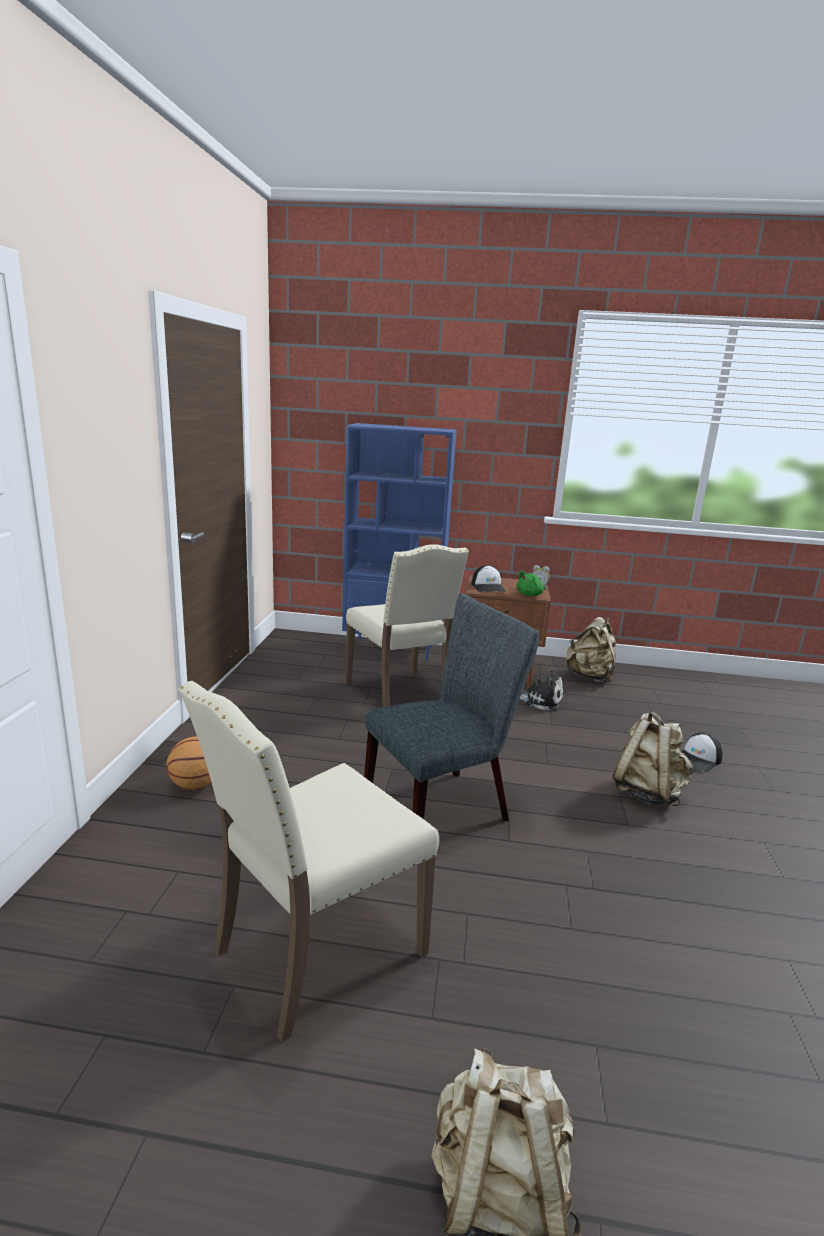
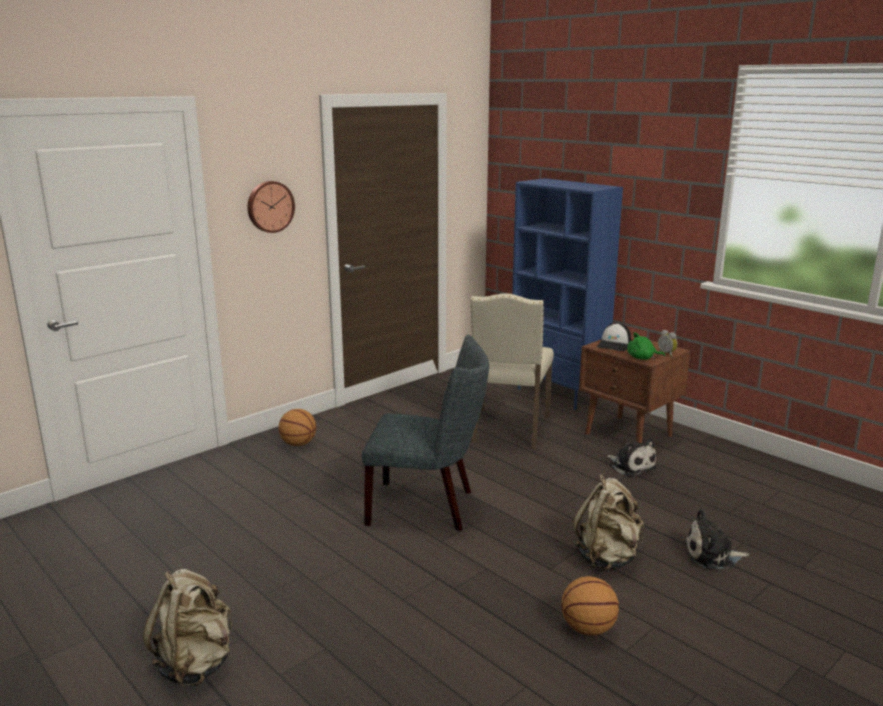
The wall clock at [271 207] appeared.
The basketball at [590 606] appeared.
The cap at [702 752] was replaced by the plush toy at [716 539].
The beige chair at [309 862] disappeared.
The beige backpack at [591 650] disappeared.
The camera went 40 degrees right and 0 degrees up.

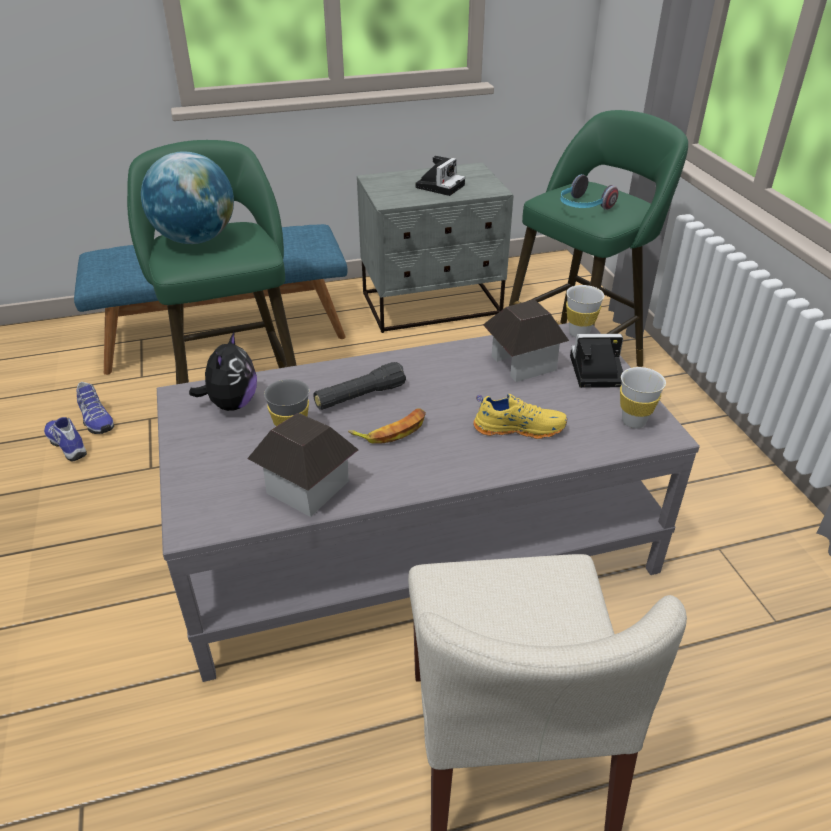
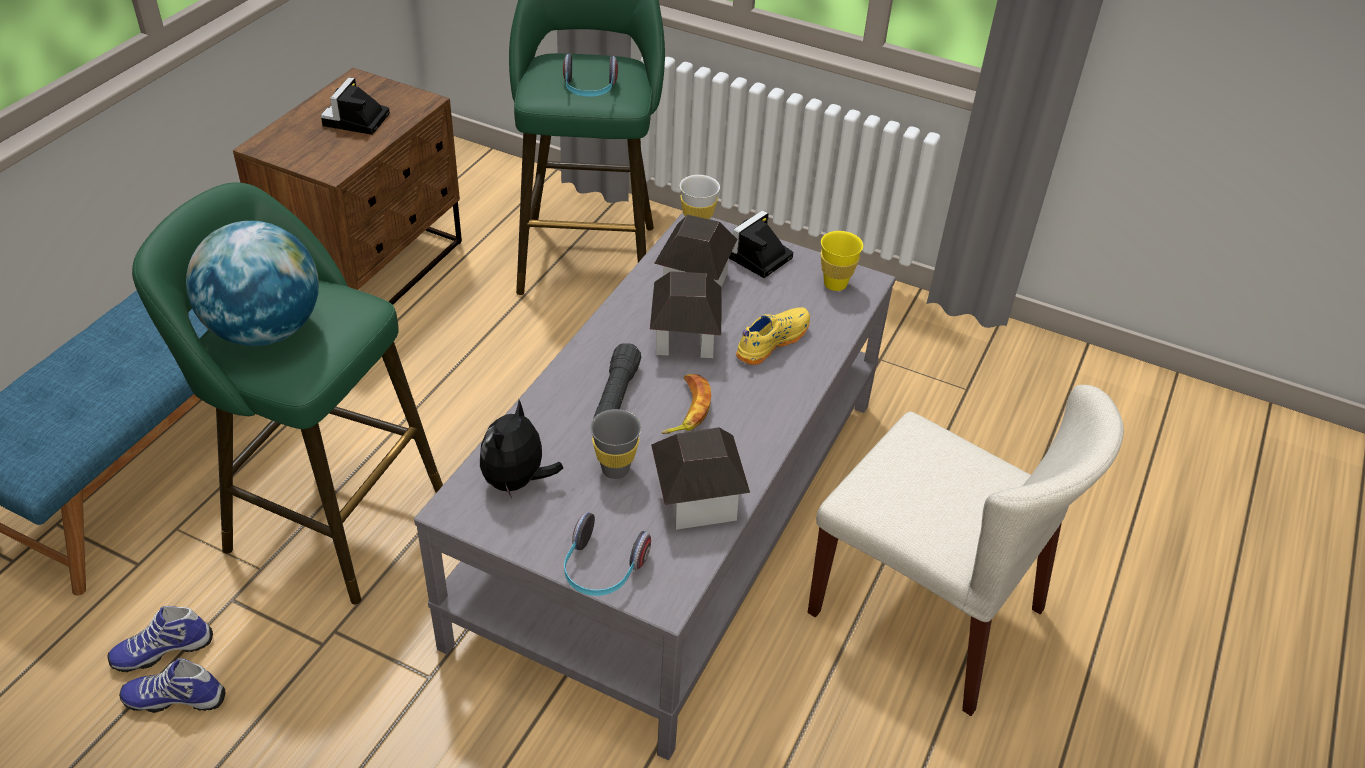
The shoe at [95 408] turned 150 degrees clockwise.
The grey nightstand at [435 247] became the brown nightstand at [347 186].
The photo camera at [440 176] turned 150 degrees counterclockwise.
The plush toy at [223 371] turned 120 degrees counterclockwise.
The headphones at [607 554] appeared.
The toy house at [686 314] appeared.
The white cup at [643 397] became the yellow cup at [842 261].
The camera went 50 degrees left and 5 degrees up.

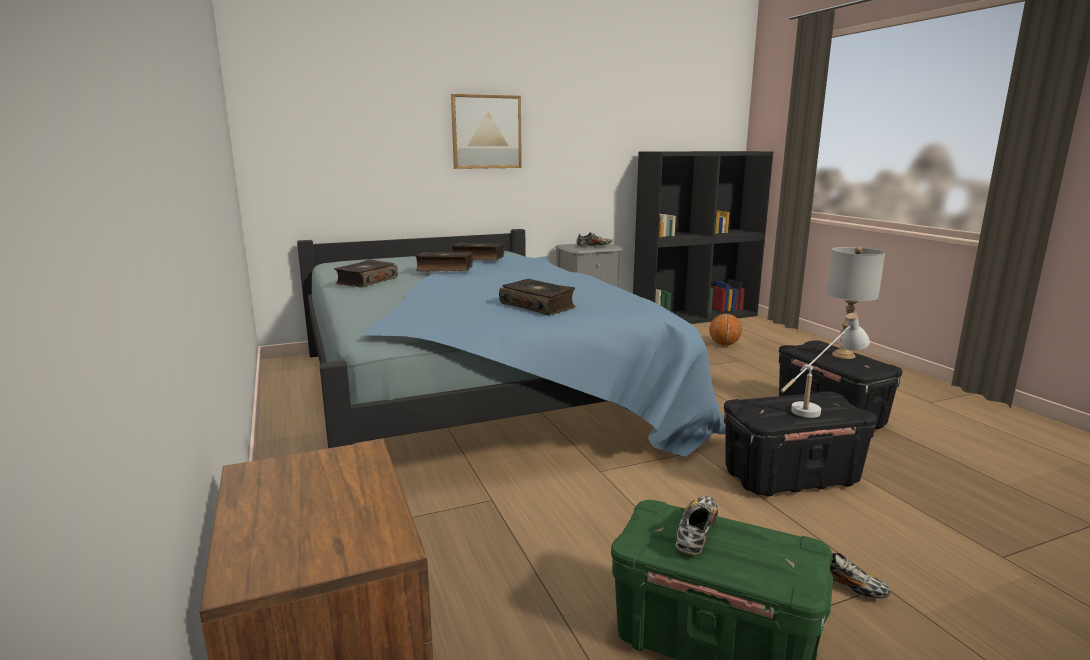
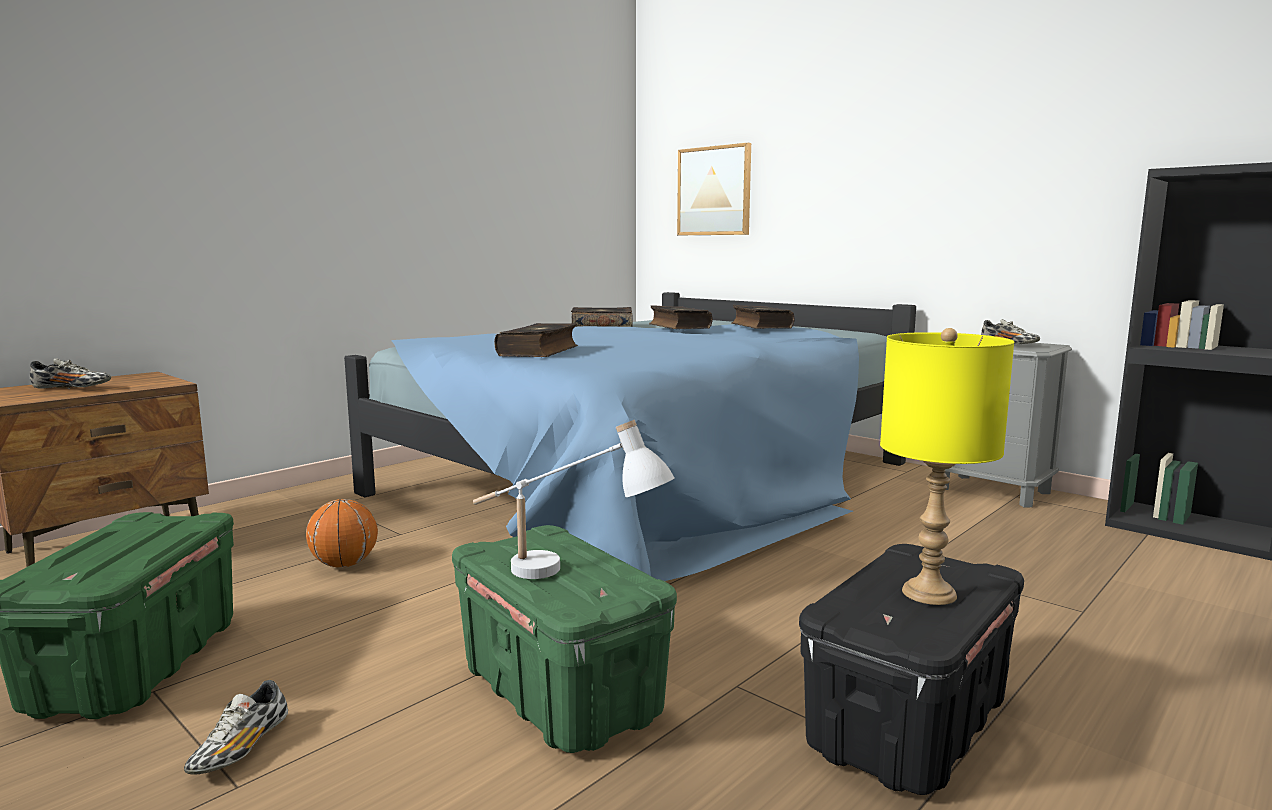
The shoe moved from [697 526] to [70 373].
The basketball moved from [725 330] to [342 533].
The black storage box at [800 443] became the green storage box at [564 639].
The picture moved from [486 131] to [714 189].
The grey table lamp at [855 302] became the yellow table lamp at [947 466].
The camera went 65 degrees right and 5 degrees down.

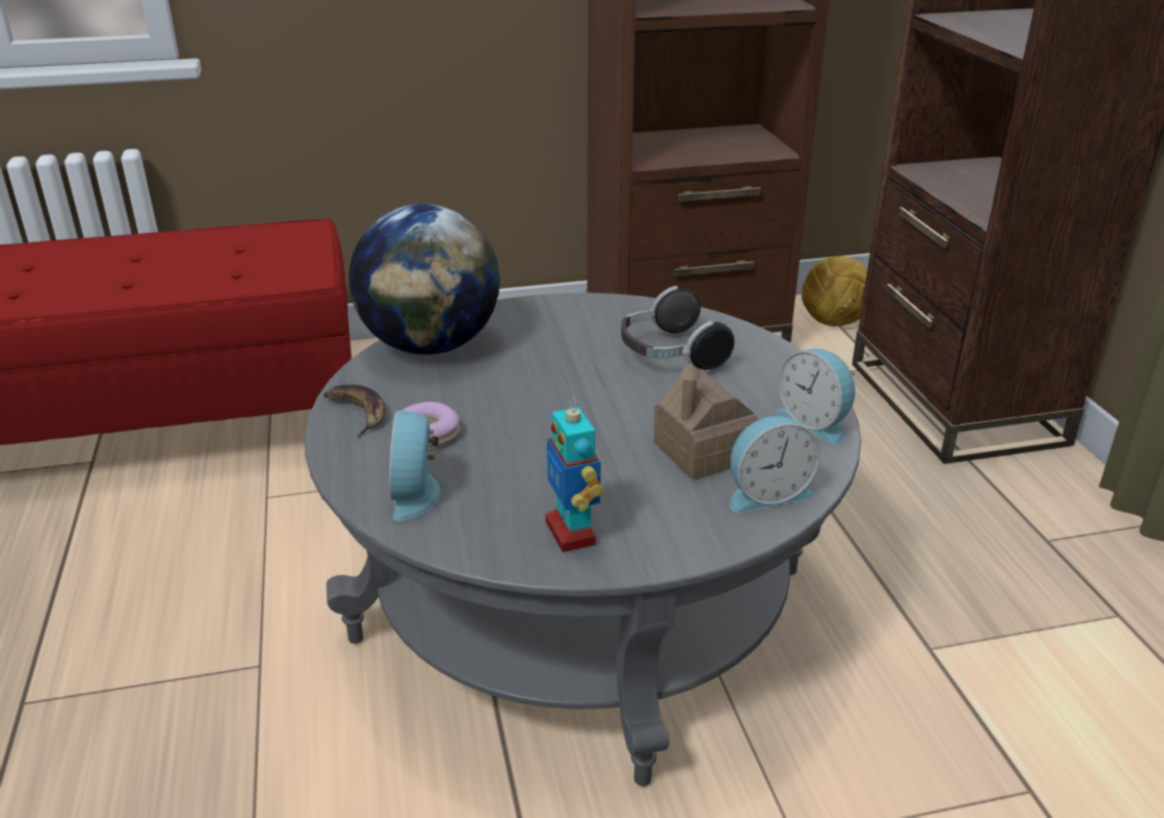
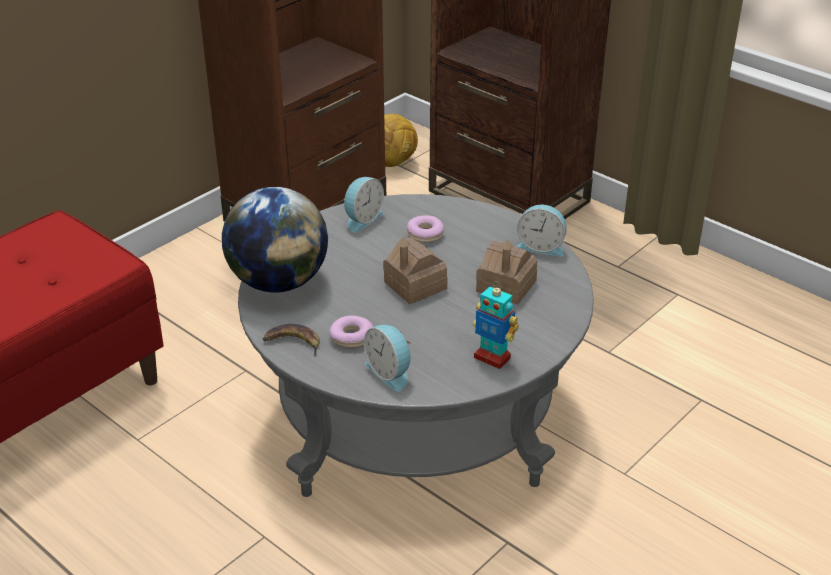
The alarm clock moved from [775 464] to [364 204].
The toy house at [415 270] appeared.
The headphones at [677 329] was replaced by the donut at [425 229].
The camera went 35 degrees left and 5 degrees up.

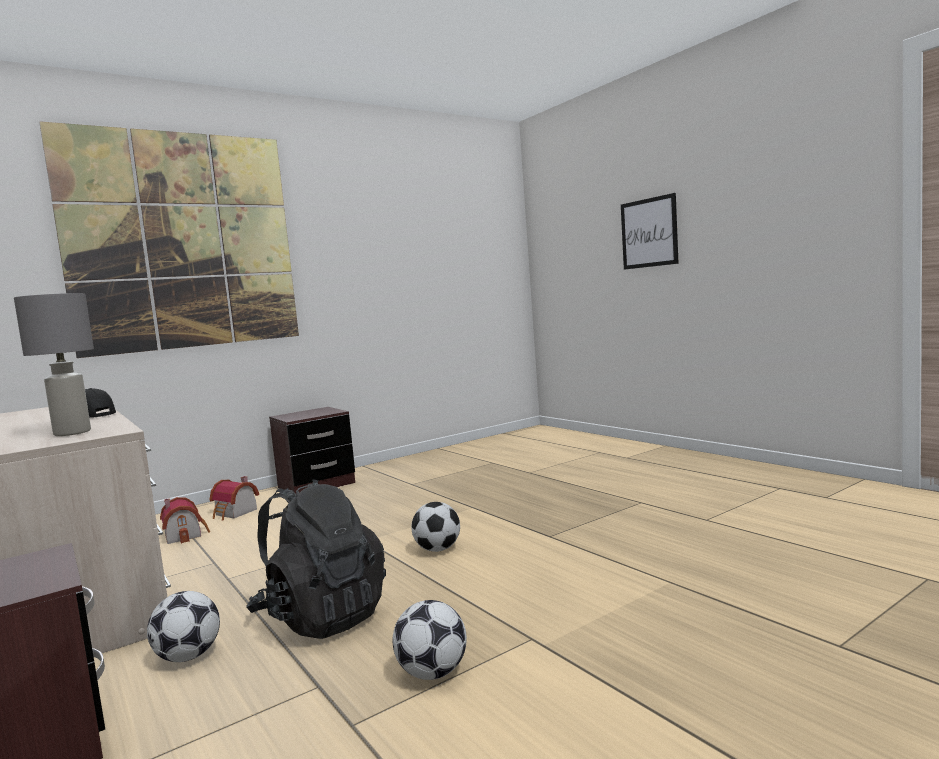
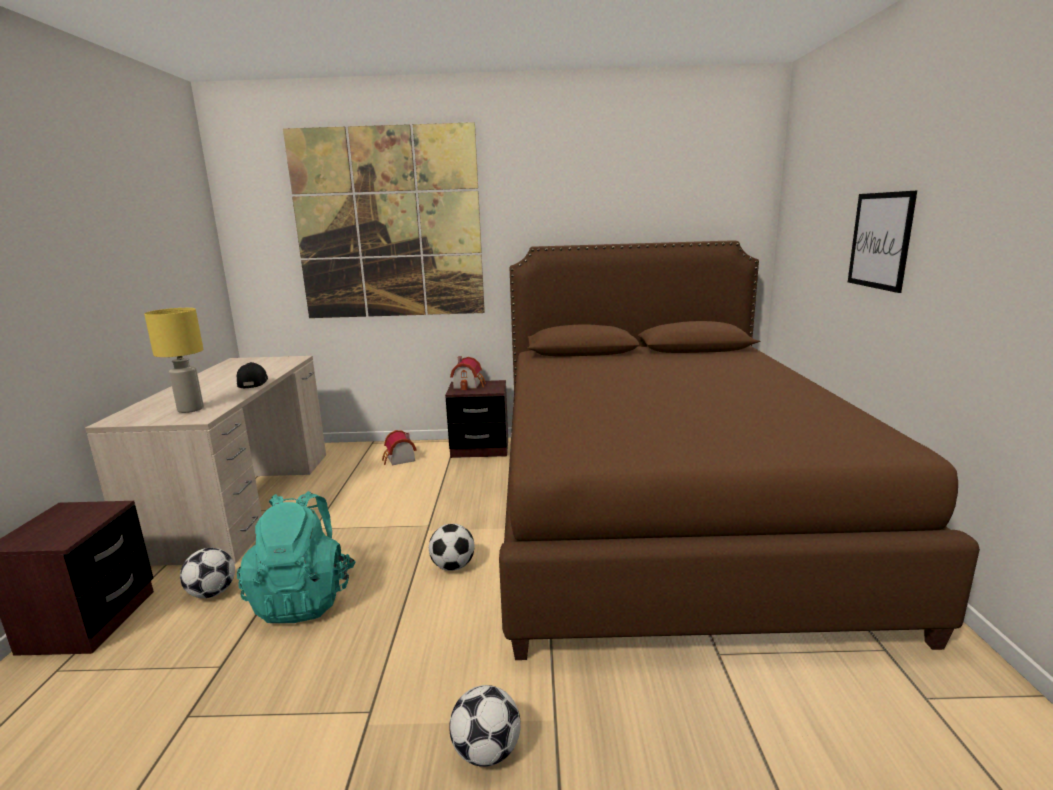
The grey table lamp at [54 364] became the yellow table lamp at [174 360].
The black backpack at [316 559] became the turquoise backpack at [296 557].
The football moved from [430 640] to [485 726].
The toy house moved from [185 520] to [468 373].
The brown bed at [739 450] appeared.
The camera went 35 degrees right and 10 degrees up.

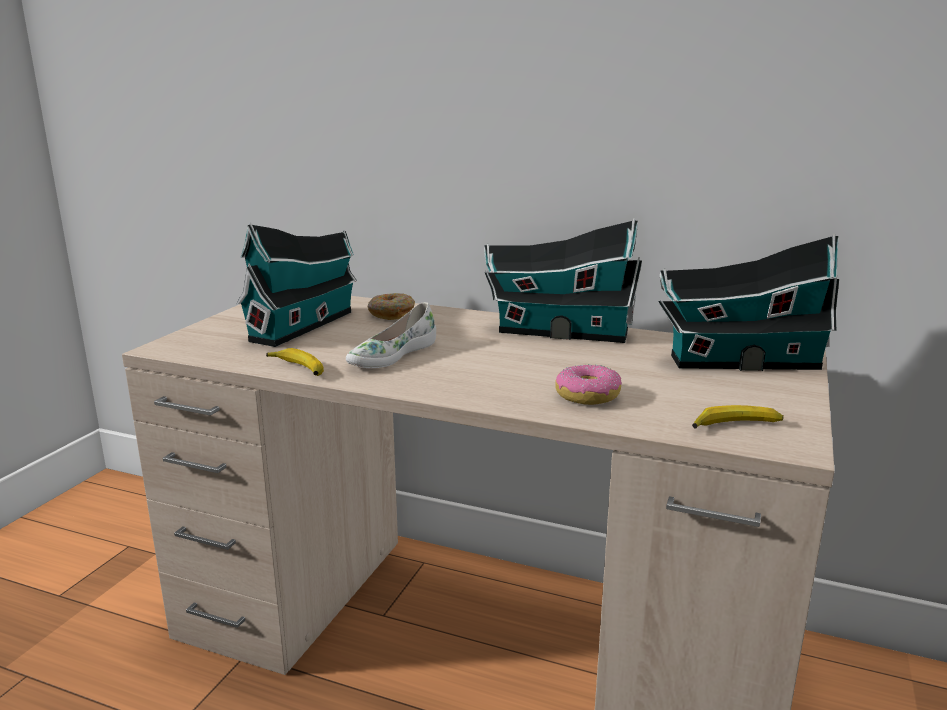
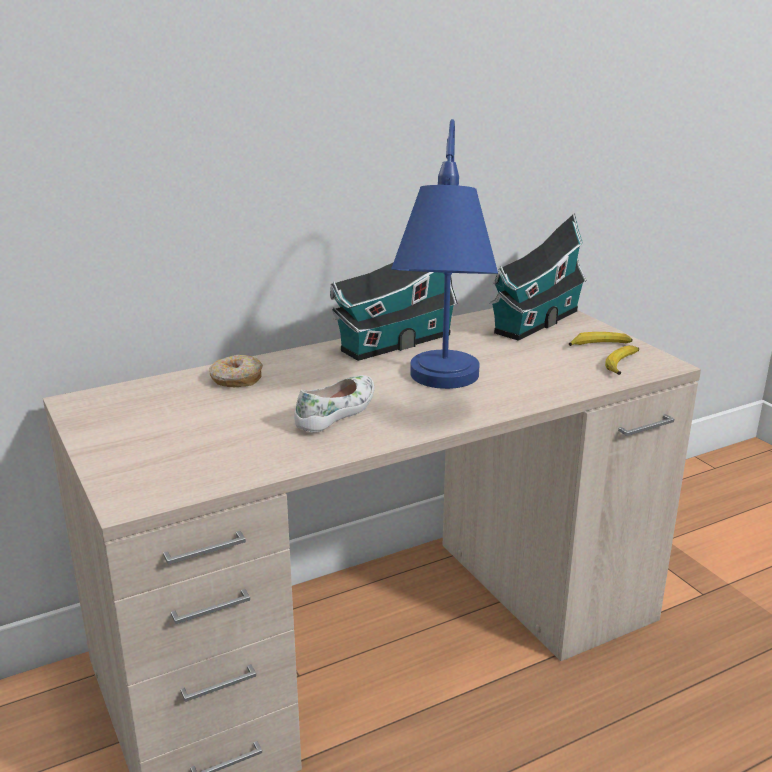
The white shoe at [391 335] turned 135 degrees counterclockwise.
The blue table lamp at [444 254] appeared.
The banana moved from [295 362] to [601 339].
The toy house at [297 285] disappeared.
The donut at [588 385] disappeared.
The camera went 50 degrees left and 5 degrees up.

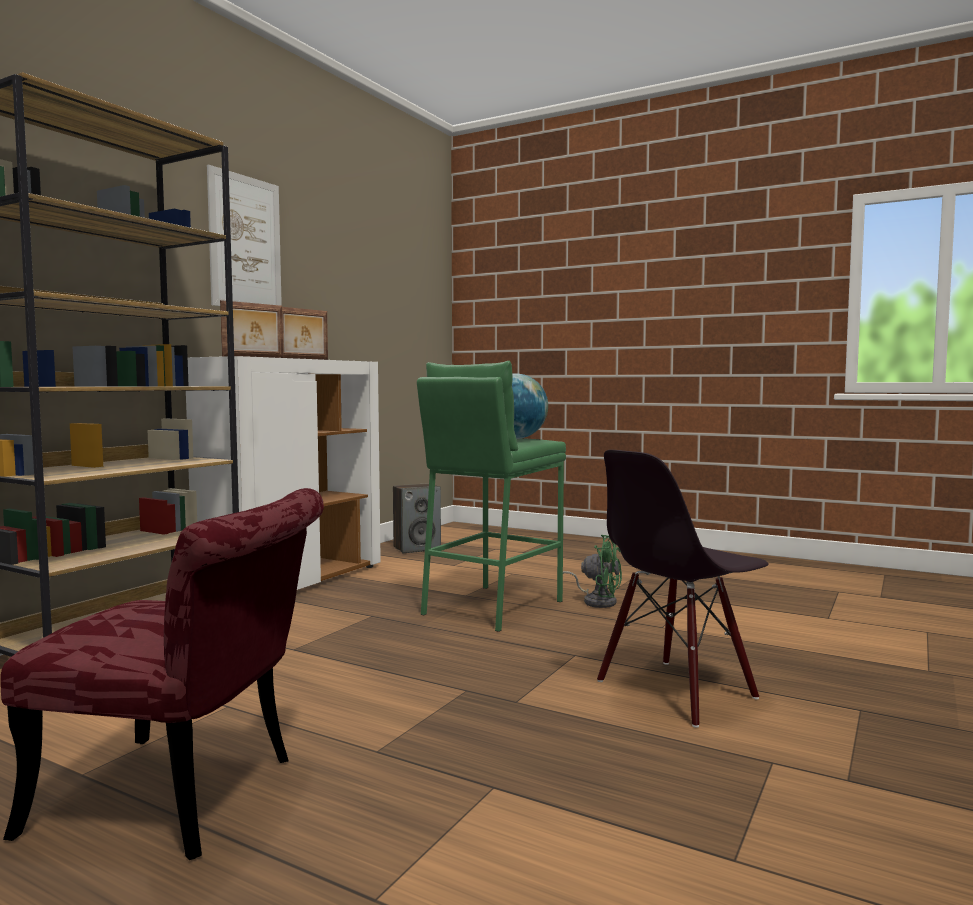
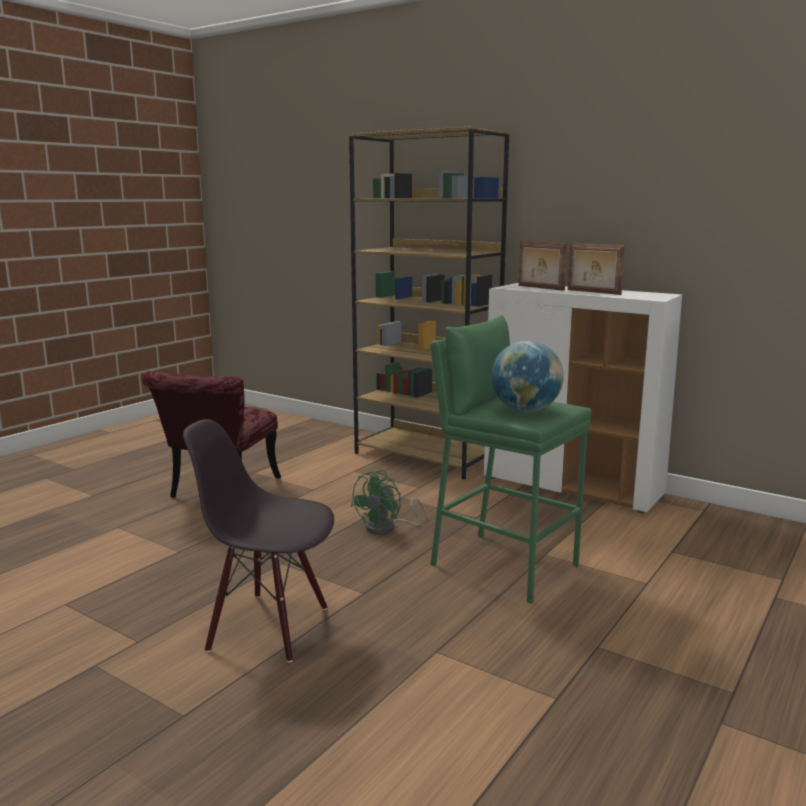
The black chair at [682 589] turned 45 degrees counterclockwise.
The green fan moved from [592 571] to [388 502].
The picture at [244 235] disappeared.
The speaker at [417 518] disappeared.
The camera went 95 degrees right and 10 degrees up.

